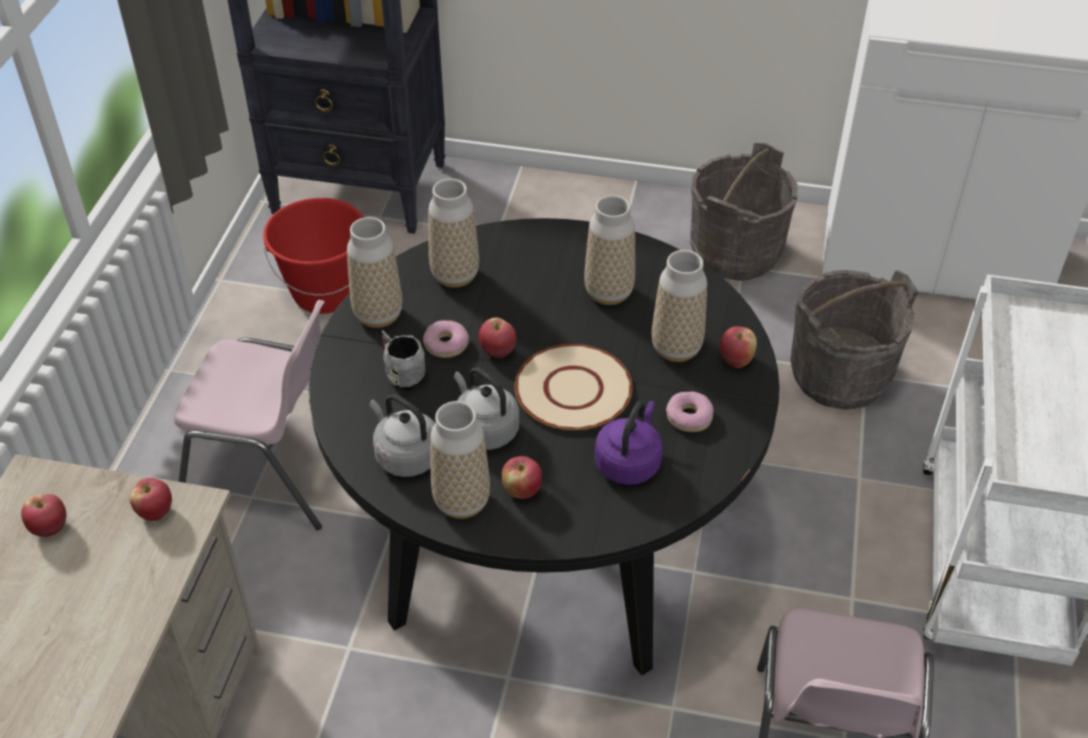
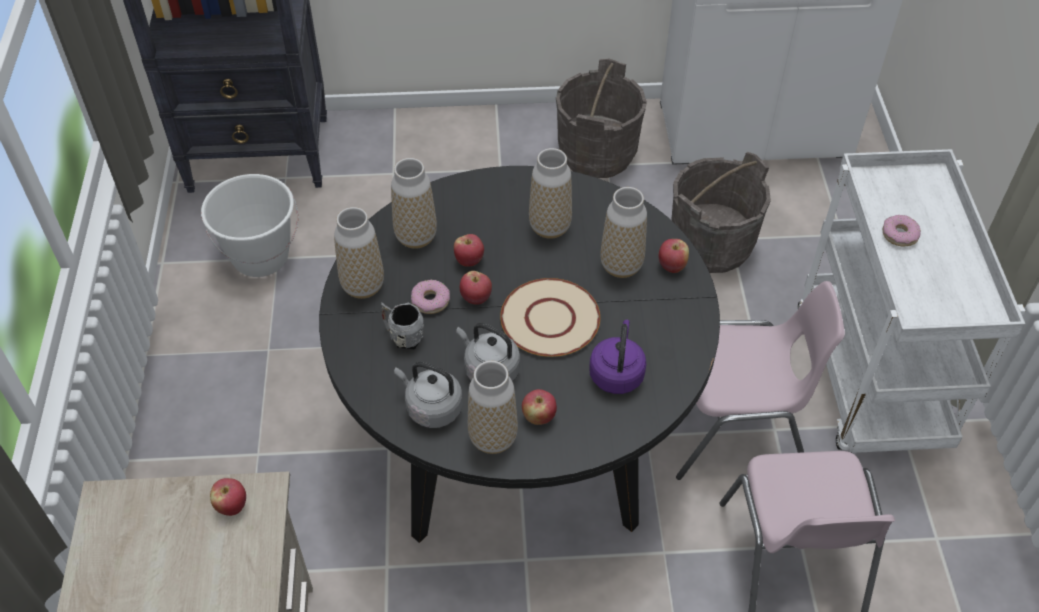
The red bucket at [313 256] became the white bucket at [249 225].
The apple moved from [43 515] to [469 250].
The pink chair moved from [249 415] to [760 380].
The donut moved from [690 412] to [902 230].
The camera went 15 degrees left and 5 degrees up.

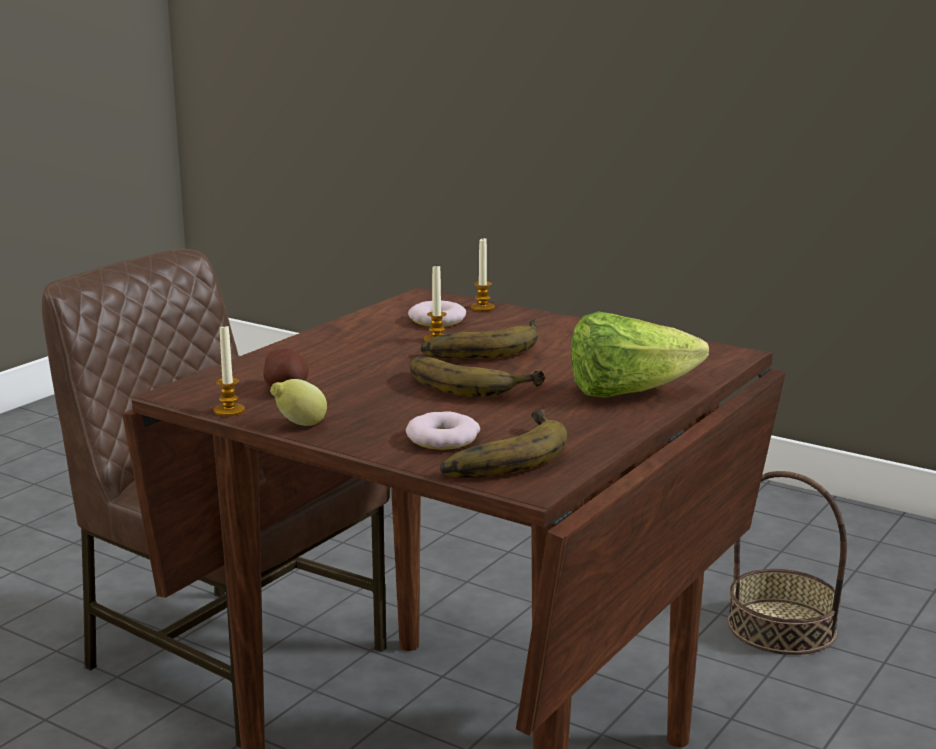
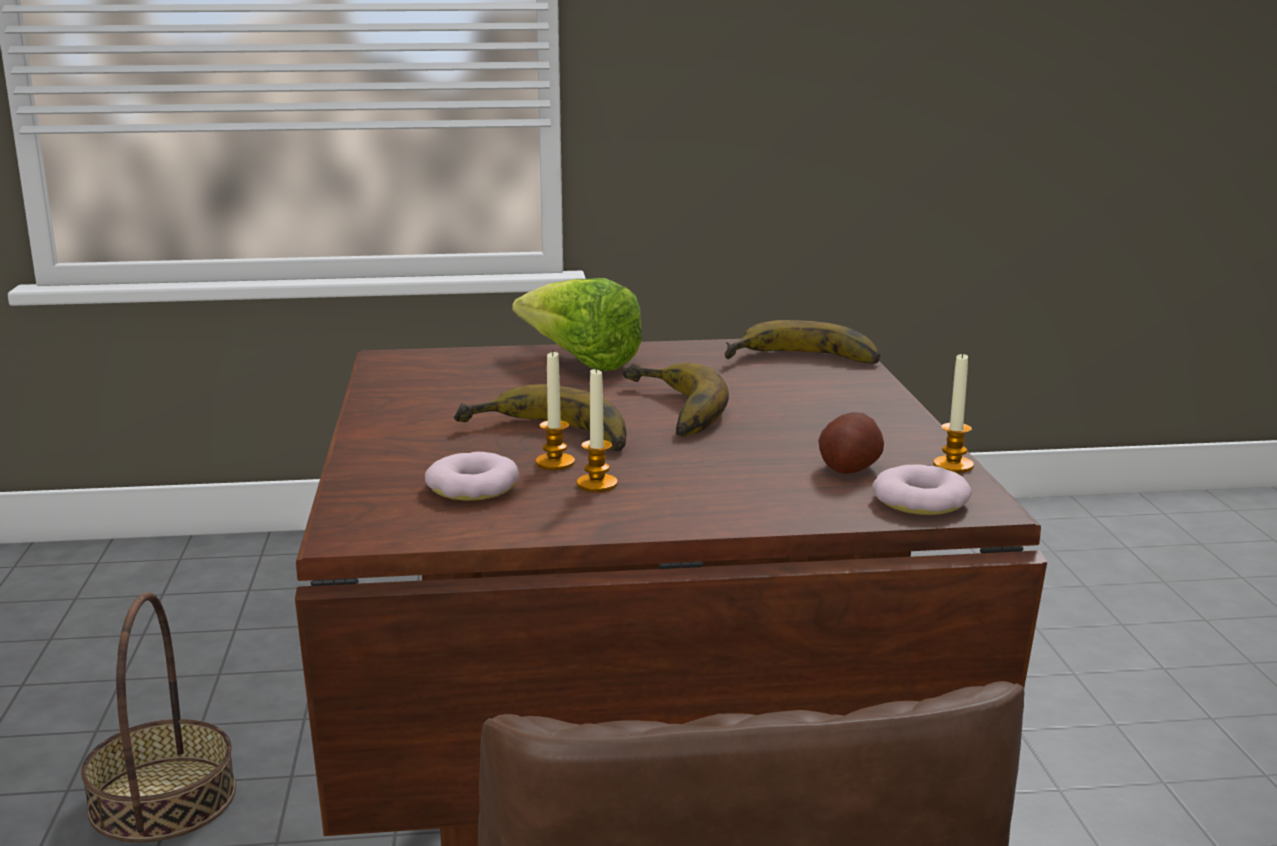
The candle moved from [483 274] to [597 429].
The donut moved from [443 430] to [922 489].
The lemon at [298 402] disappeared.
The camera went 130 degrees left and 0 degrees up.

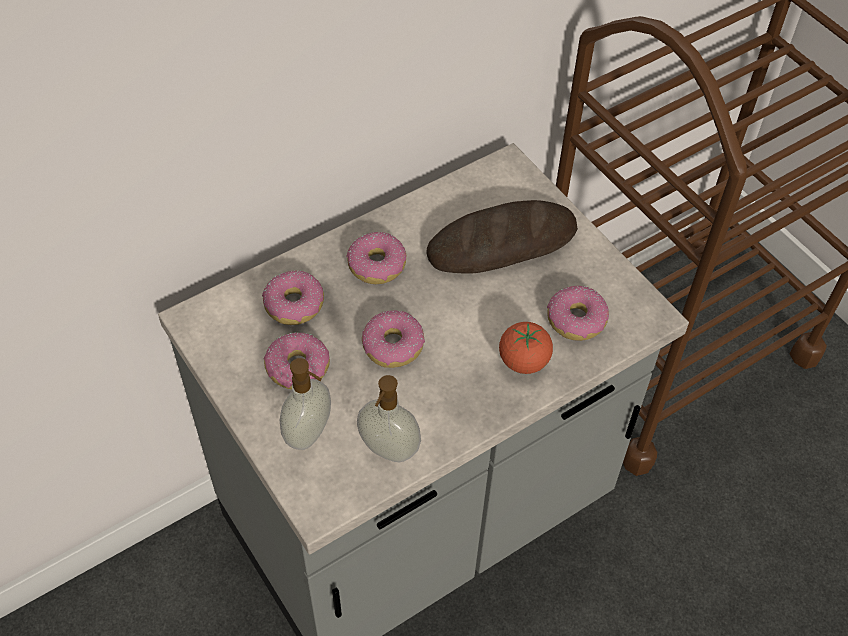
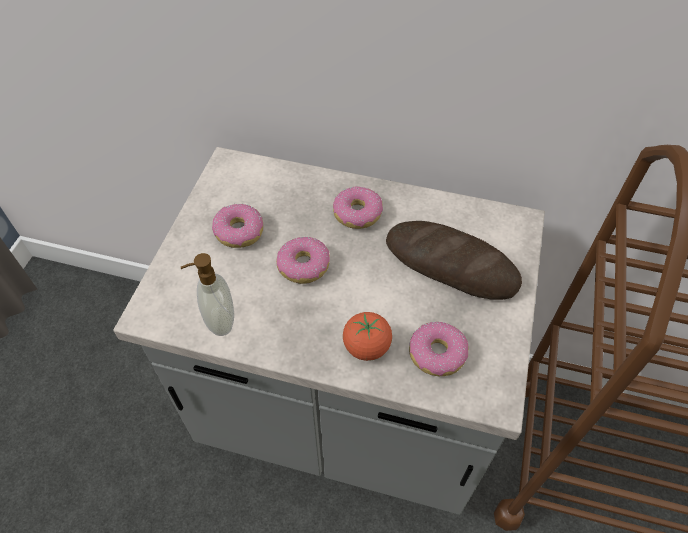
The donut at [293 298] disappeared.
The soap dispenser at [305 404] disappeared.
The camera went 50 degrees right and 0 degrees up.

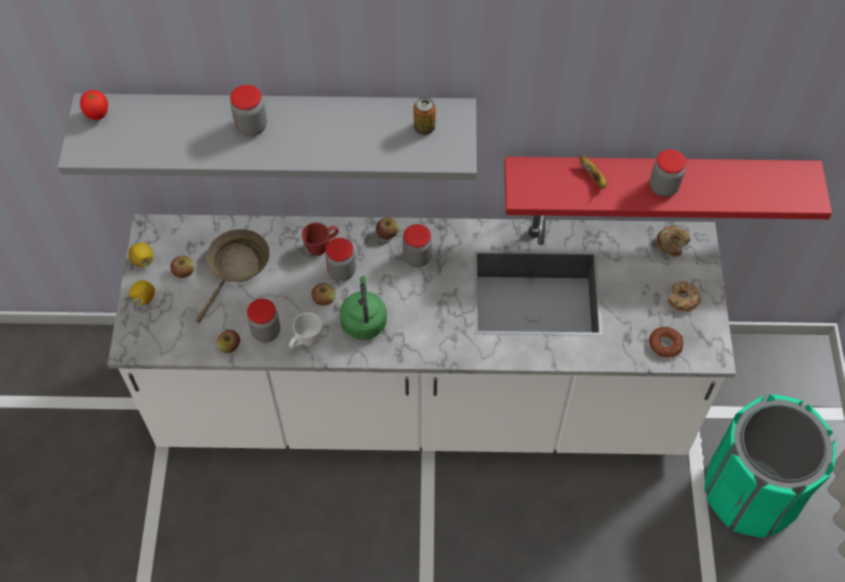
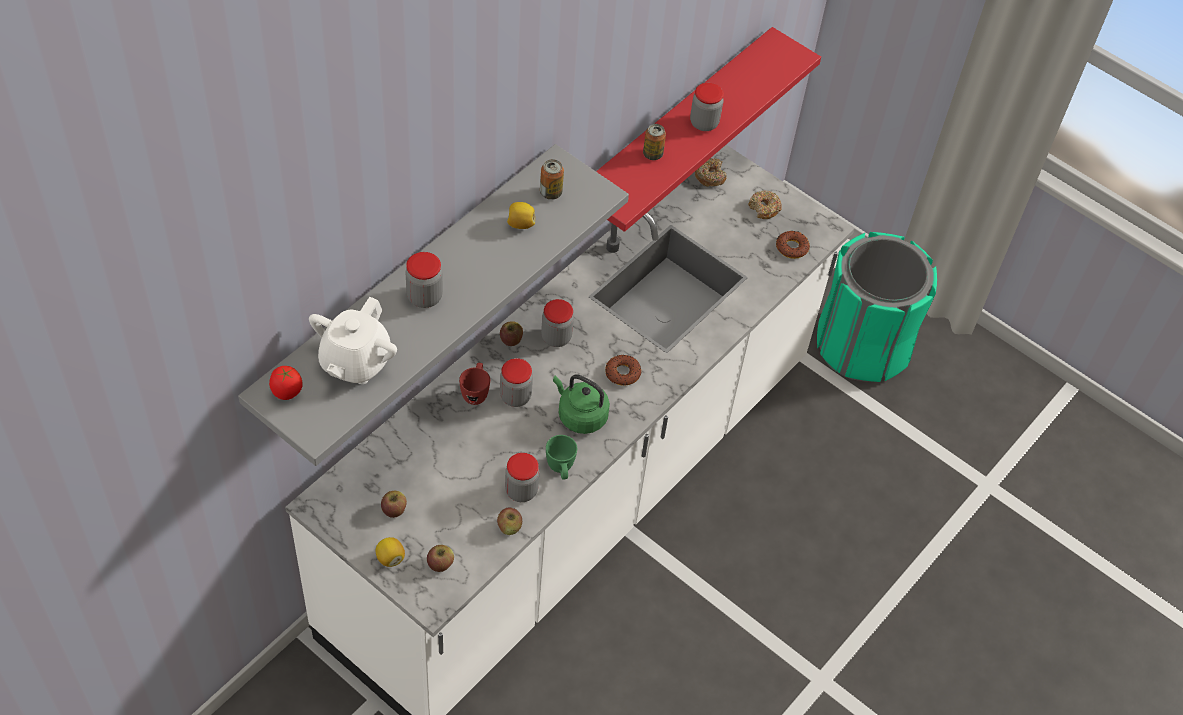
The white teapot at [353 340] appeared.
The apple moved from [323 294] to [440 558].
The lemon moved from [140 255] to [521 215].
The white mug at [305 330] became the green mug at [561 457].
The donut at [623 370] appeared.
The banana at [593 172] was replaced by the can at [654 142].
The brown frying pan at [232 276] disappeared.
The camera went 55 degrees left and 5 degrees down.

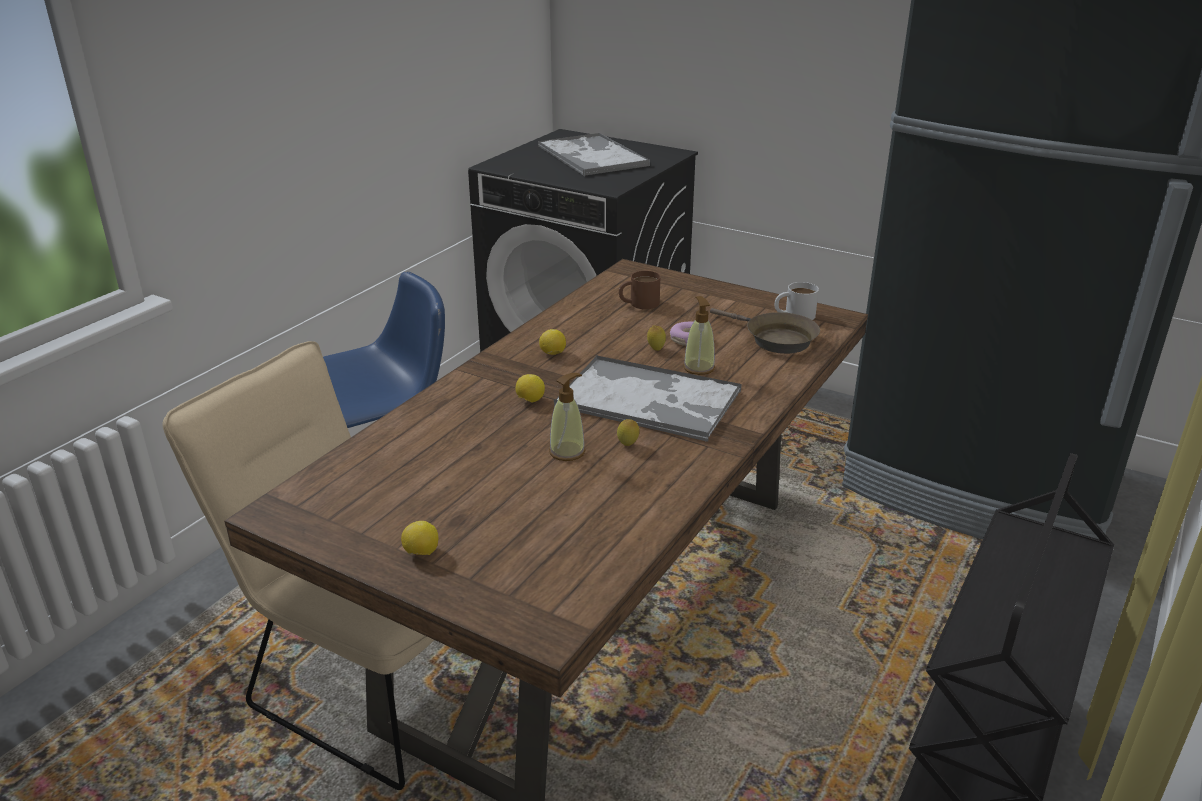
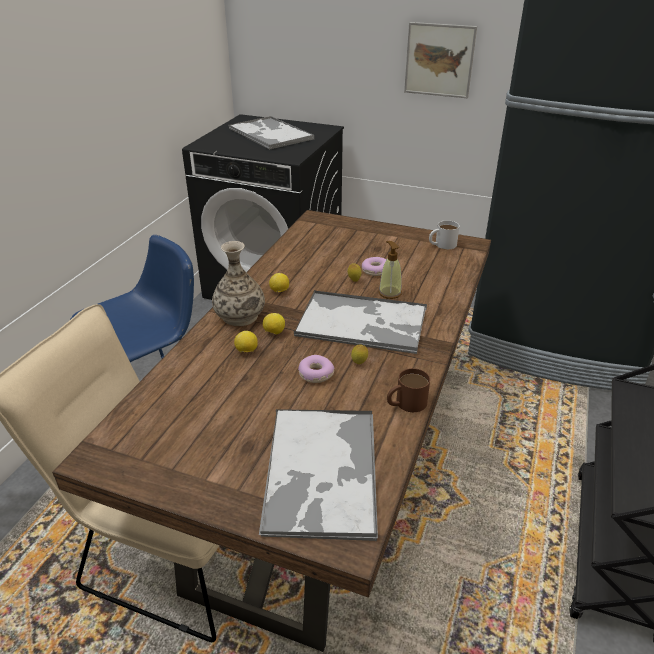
The vase at [238 283] appeared.
The lemon moved from [419 538] to [246 341].
The tray at [318 475] appeared.
The soap dispenser at [567 417] was replaced by the donut at [316 369].
The brown mug moved from [639 290] to [408 390].
The picture at [440 60] appeared.
The brown frying pan at [765 331] disappeared.
The camera went 10 degrees left and 5 degrees up.

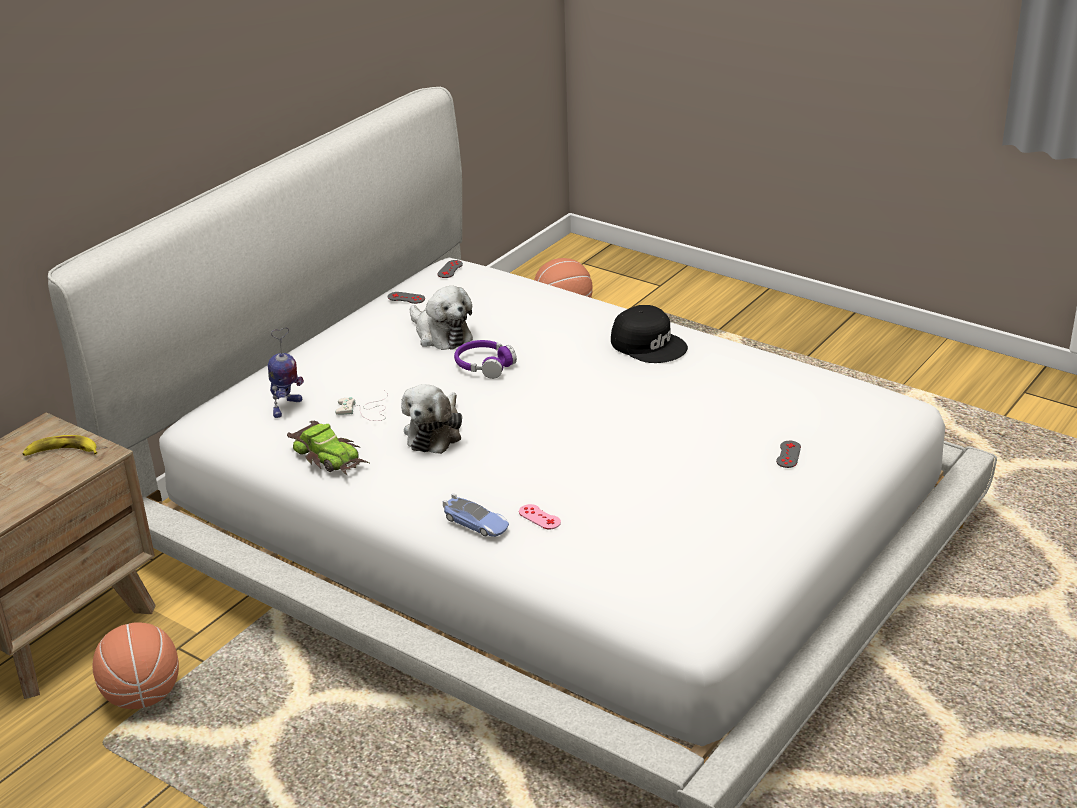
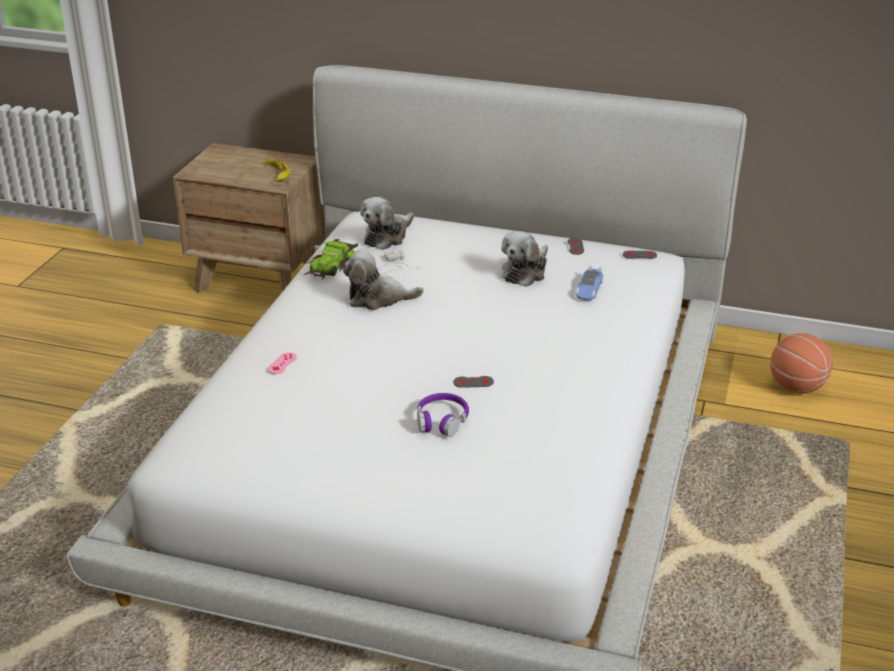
The toy robot at [286 372] was replaced by the plush toy at [387 223].
The purple headphones moved from [485 359] to [443 415].
The grey game controller moved from [788 454] to [473 382].
The toy car moved from [476 515] to [589 283].
The basketball at [135 666] disappeared.
The black cap at [649 334] disappeared.
The camera went 70 degrees right and 0 degrees up.

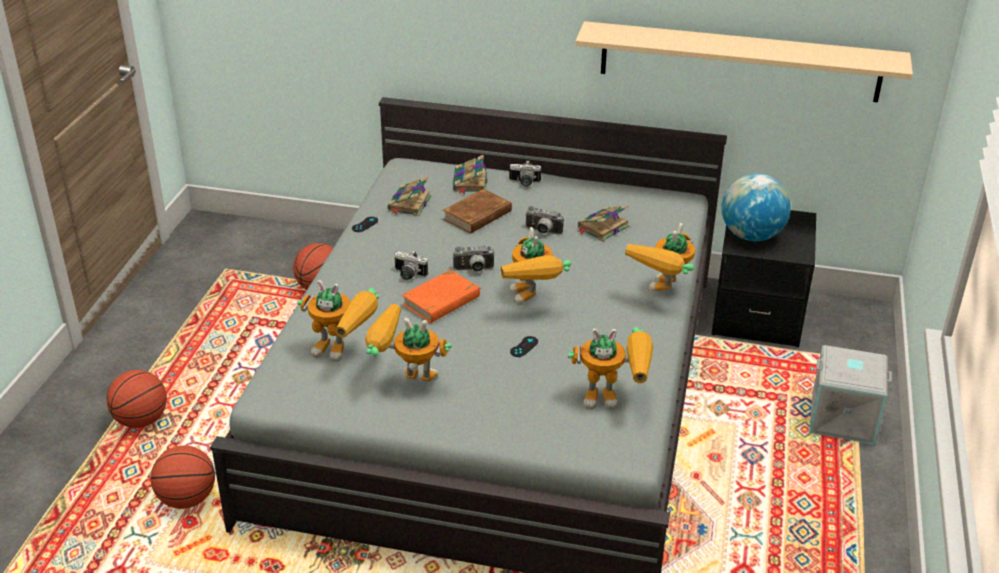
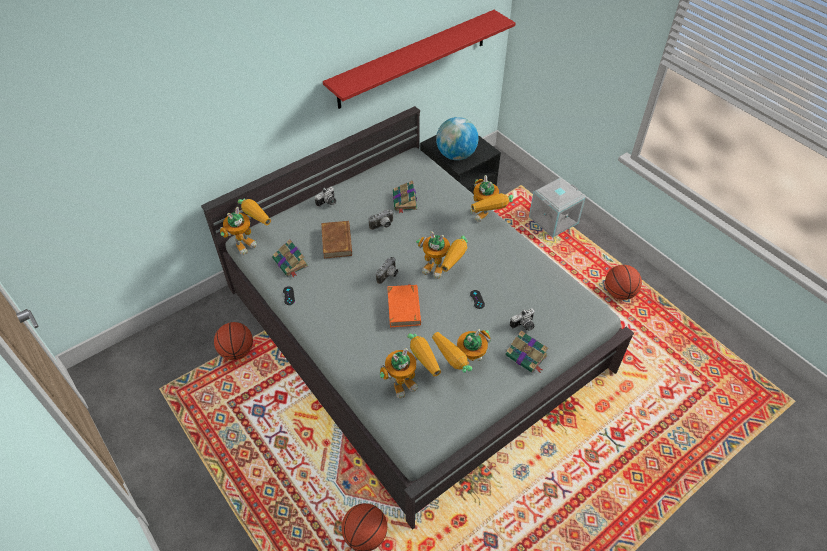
The toy robot moved from [610 368] to [245 227].
The beige shelf at [744 61] became the red shelf at [419 59].
The book moved from [470 174] to [526 351].
The photo camera moved from [411 265] to [522 319].
The basketball moved from [136 399] to [623 282].
The camera went 50 degrees left and 15 degrees up.

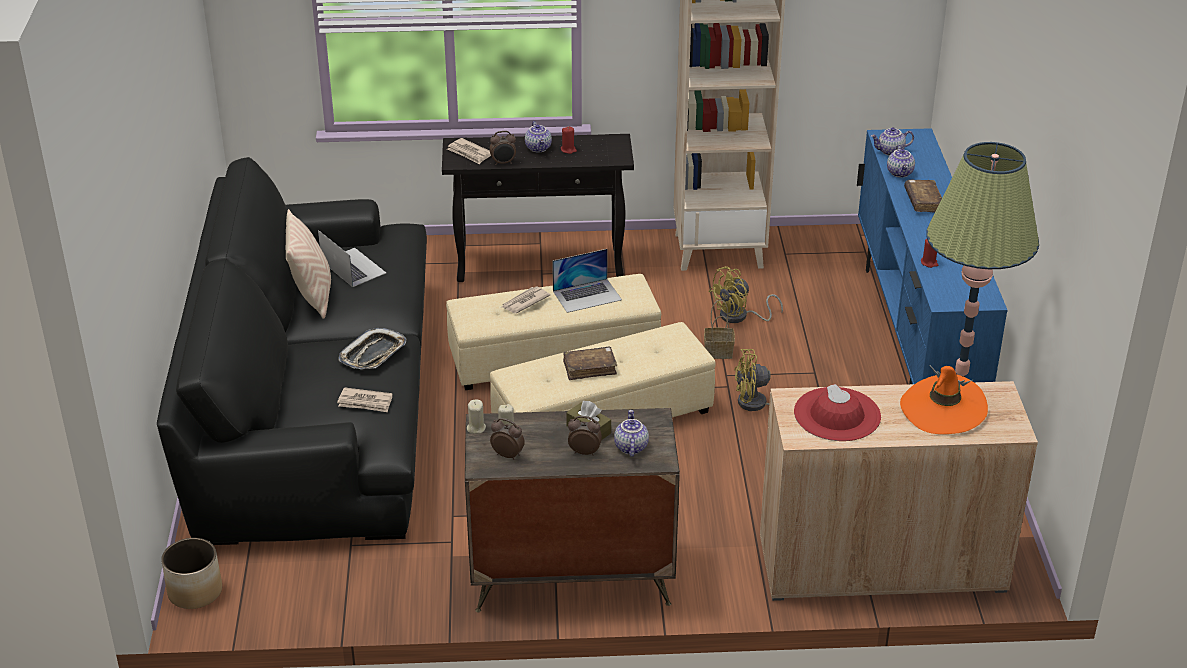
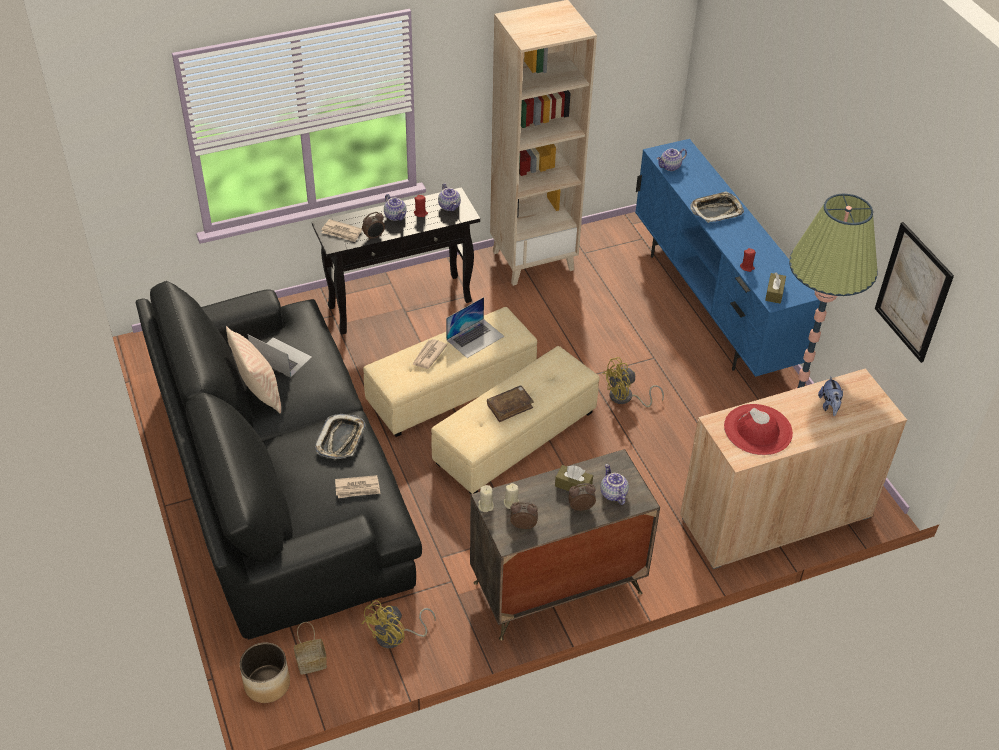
The basket moved from [719 329] to [310 648].
The yellow fan moved from [746 294] to [399 624].
The teapot moved from [901 161] to [449 197].
The brown book at [923 196] was replaced by the tray at [717 207].
The brown tissue box at [775 288] appeared.
The orange hat at [944 399] was replaced by the plush toy at [830 396].
The picture at [914 292] appeared.
The camera went 20 degrees left and 10 degrees up.

